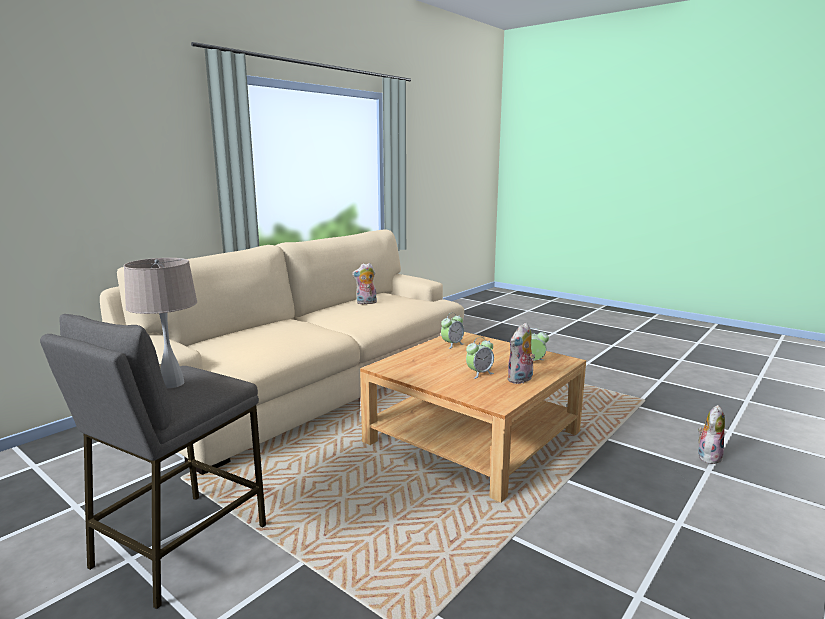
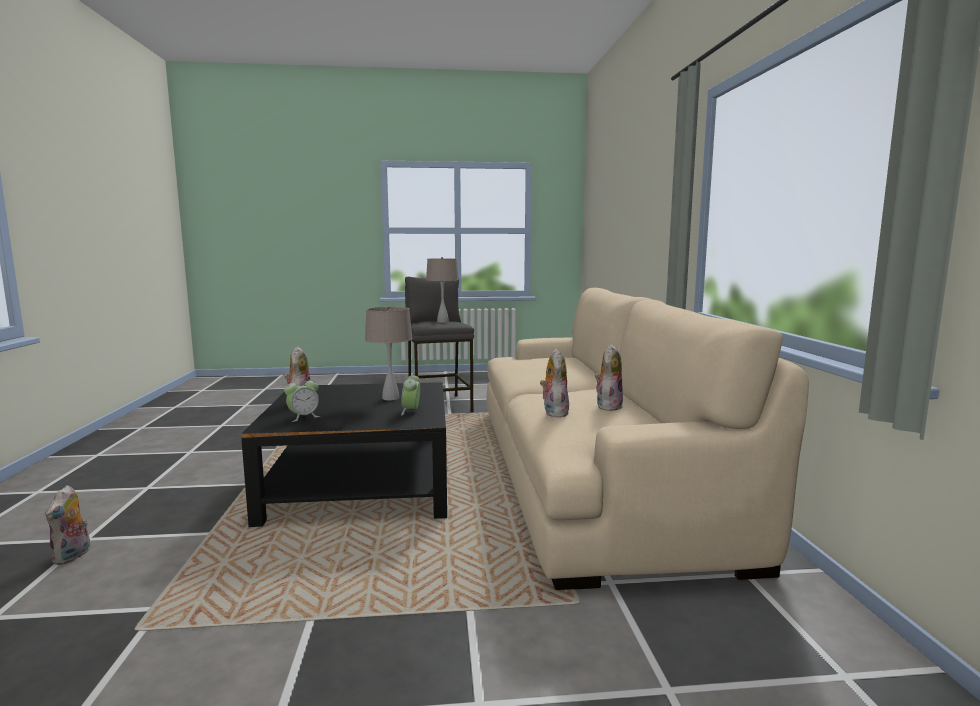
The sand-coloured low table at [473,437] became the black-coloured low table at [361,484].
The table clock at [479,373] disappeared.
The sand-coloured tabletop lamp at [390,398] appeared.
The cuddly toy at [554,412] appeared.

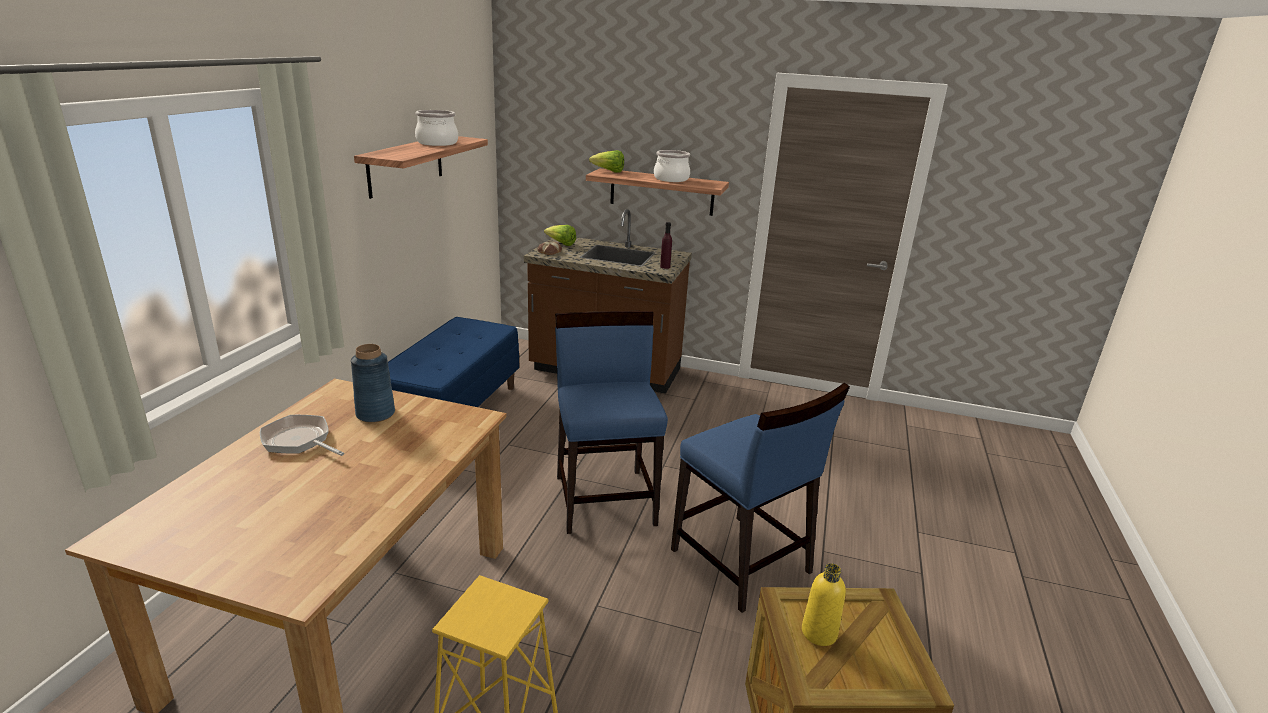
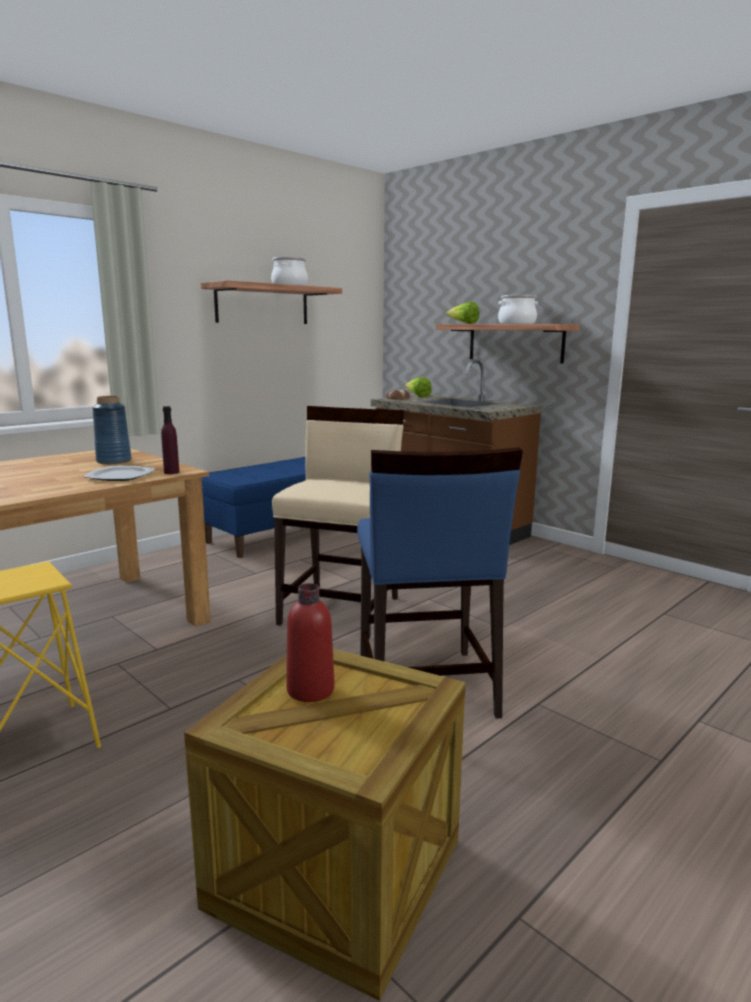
The skillet at [299,441] disappeared.
The blue plain chair at [605,499] became the sand-coloured plain chair at [341,610].
The purple-coloured beverage bottle moved from [665,267] to [171,472].
The yellow-coloured beverage bottle at [819,633] became the red beverage bottle at [310,690].
The plate at [121,476] appeared.

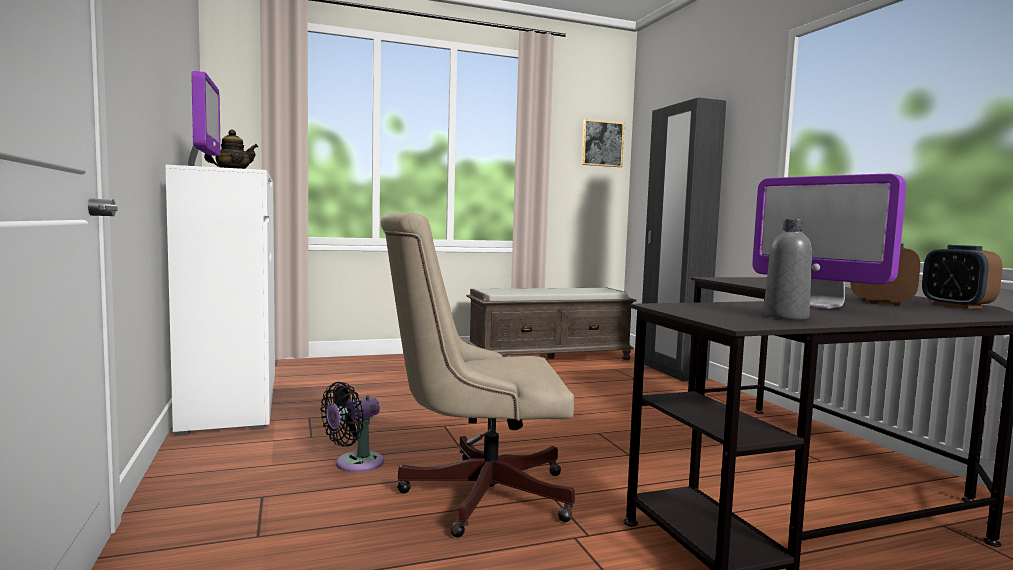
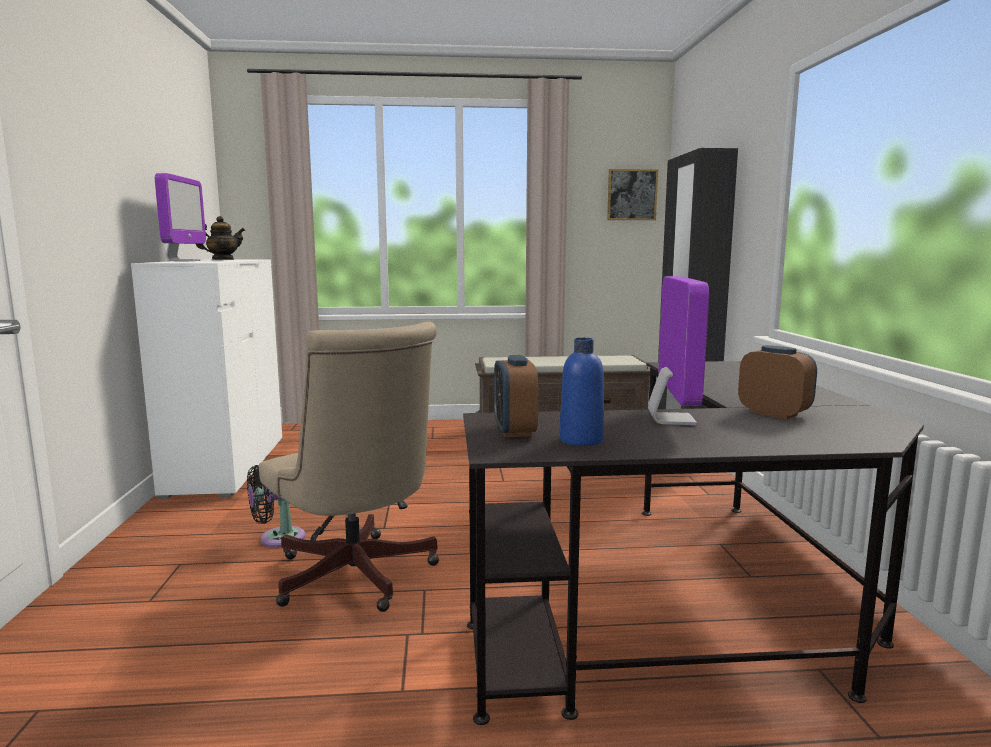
The sand-coloured desk chair at [476,493] turned 135 degrees counterclockwise.
The monitor at [818,305] turned 150 degrees counterclockwise.
The gray beverage bottle at [785,316] became the blue beverage bottle at [581,440].
The table clock moved from [957,306] to [514,431].

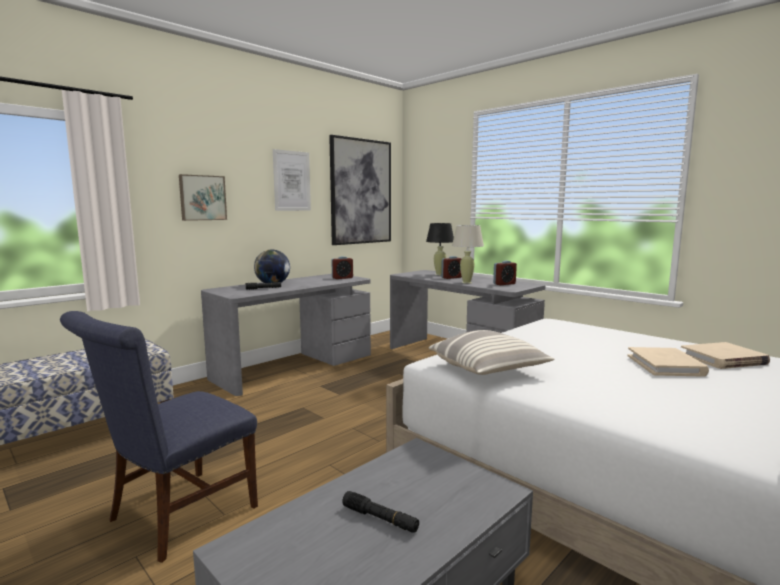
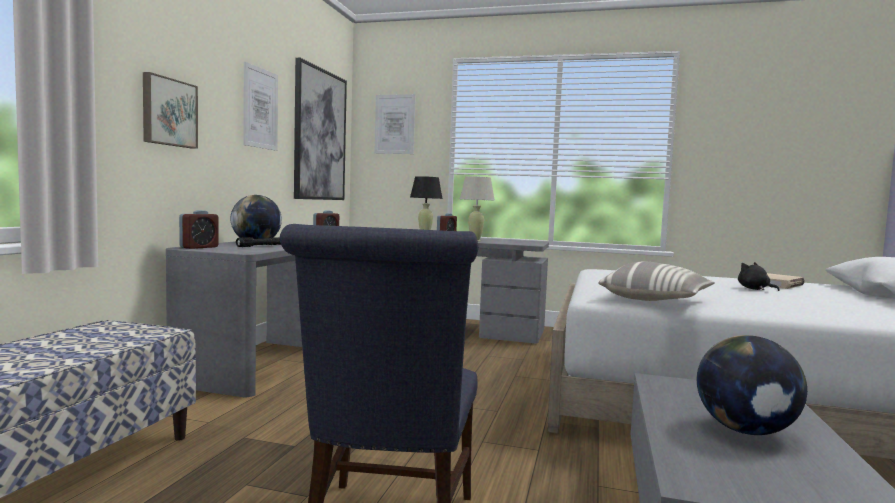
The black-coloured hand torch at [380,519] was replaced by the world globe at [745,431].
The table clock moved from [504,284] to [199,247].
The sand-coloured volume at [665,365] was replaced by the black-coloured cuddly toy at [754,289].
The wall picture at [394,124] appeared.

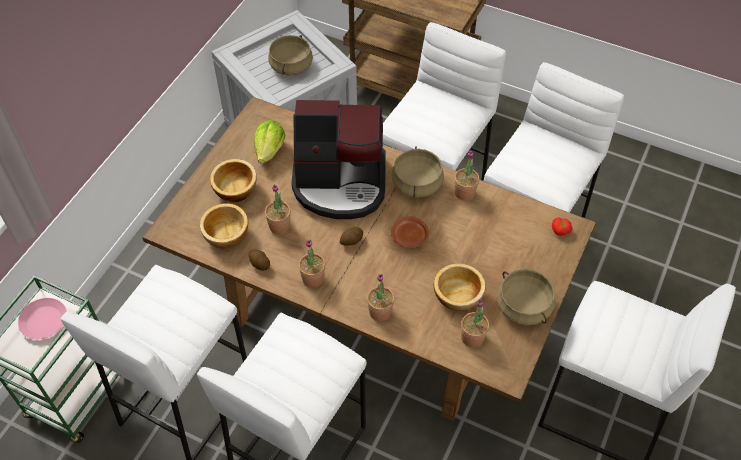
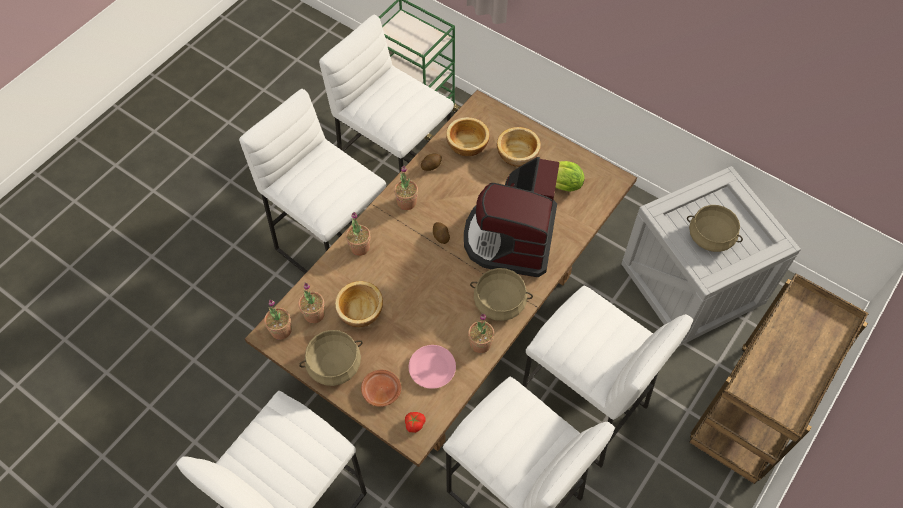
The pink-coloured plate moved from [45,321] to [432,369].
The potted plant moved from [279,226] to [281,330].
The brownish plate moved from [409,237] to [381,391].

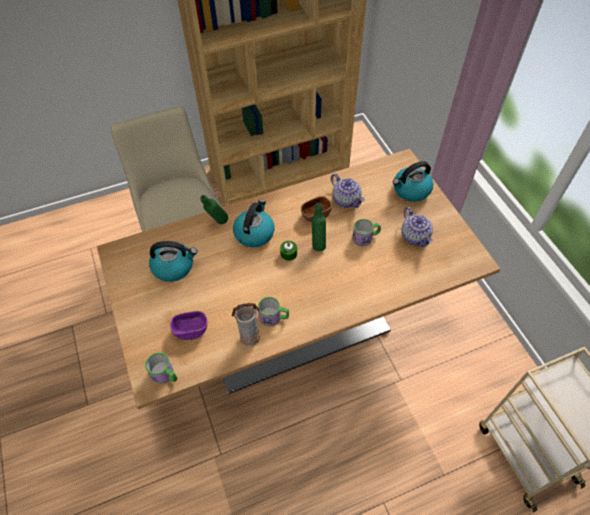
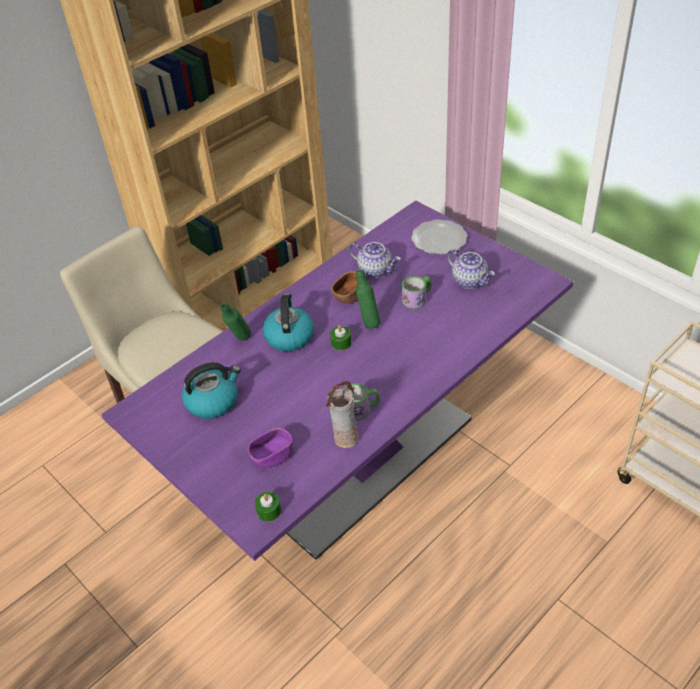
The sand-coloured dining table at [296,327] became the purple-coloured dining table at [359,456].
The coffee mug at [165,375] was replaced by the greenish candle at [269,511].
The water kettle at [411,190] was replaced by the plate at [440,239].

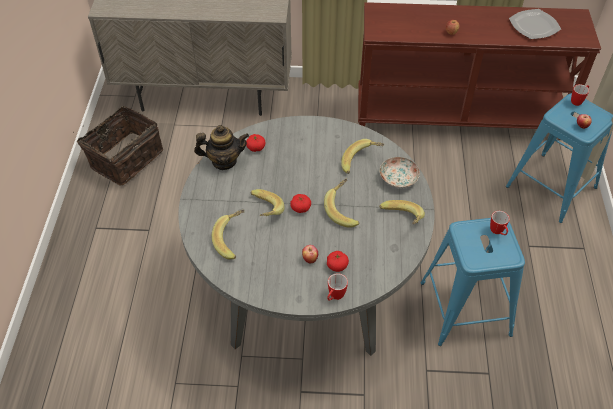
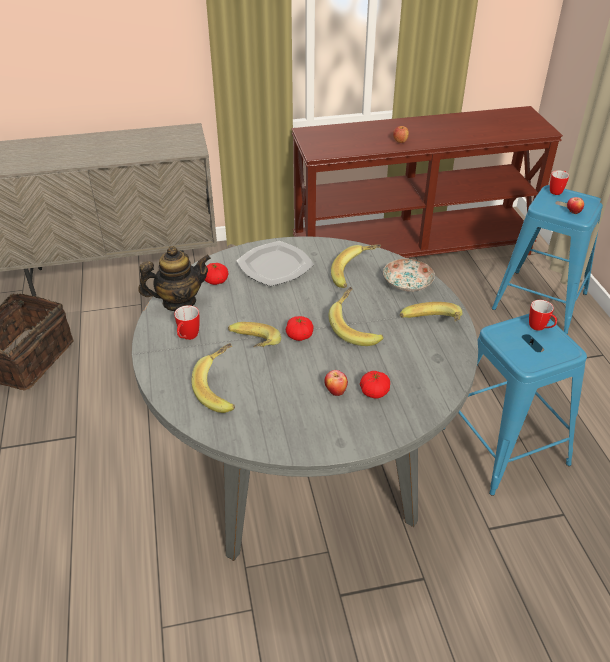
The coffee mug moved from [334,297] to [187,338].
The plate moved from [533,26] to [274,266].

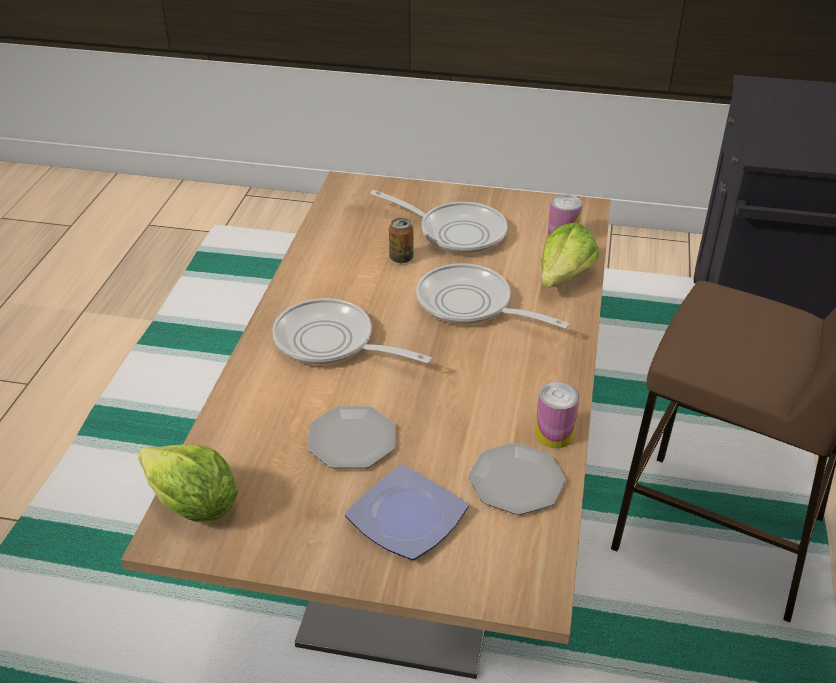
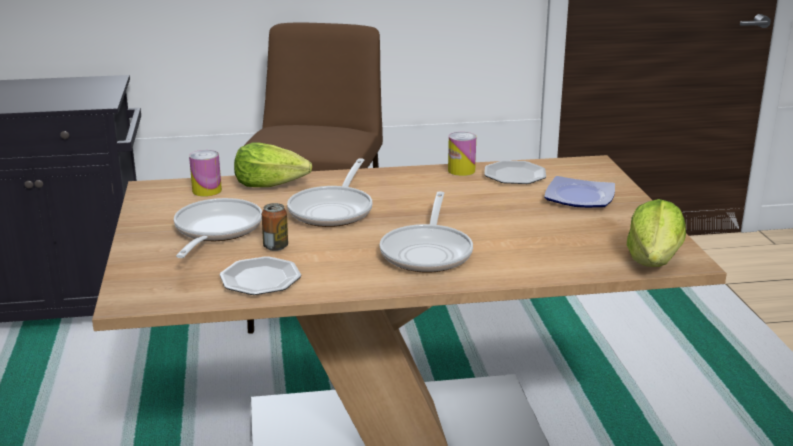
The plate moved from [352,439] to [259,279].

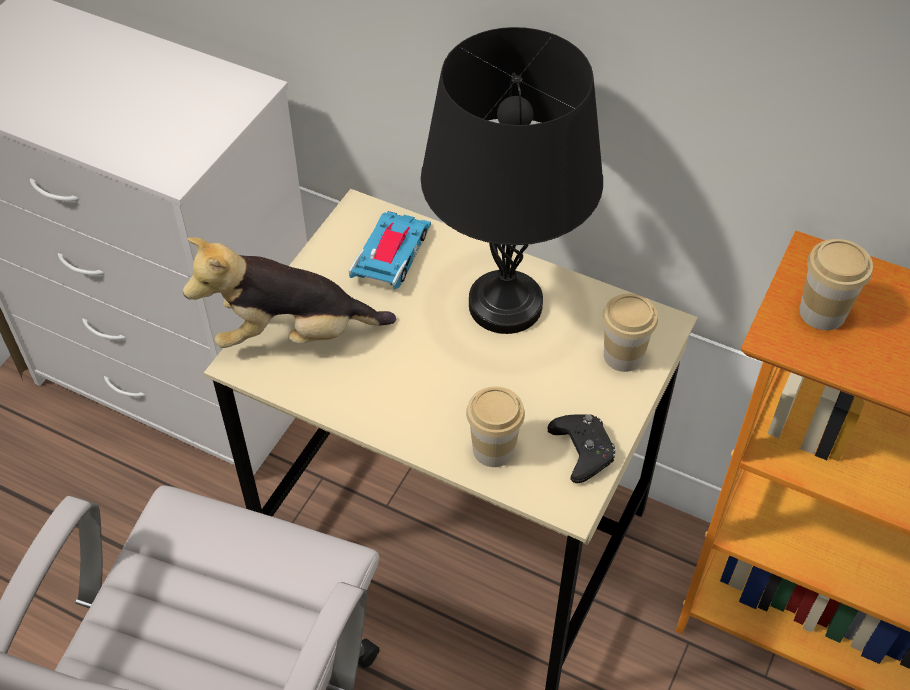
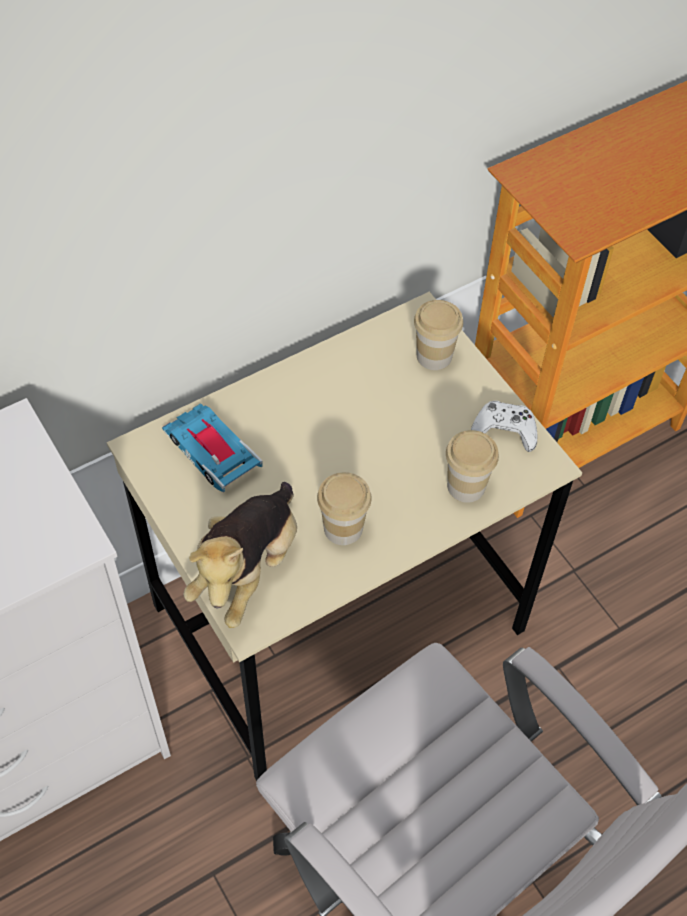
The black-coloured tabletop lamp at [505,305] disappeared.
The black-coloured joypad at [582,450] became the white joypad at [504,430].
The drinking cup moved from [822,312] to [343,528].

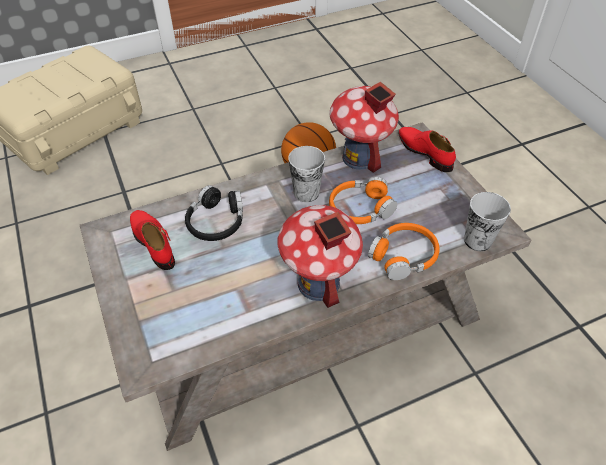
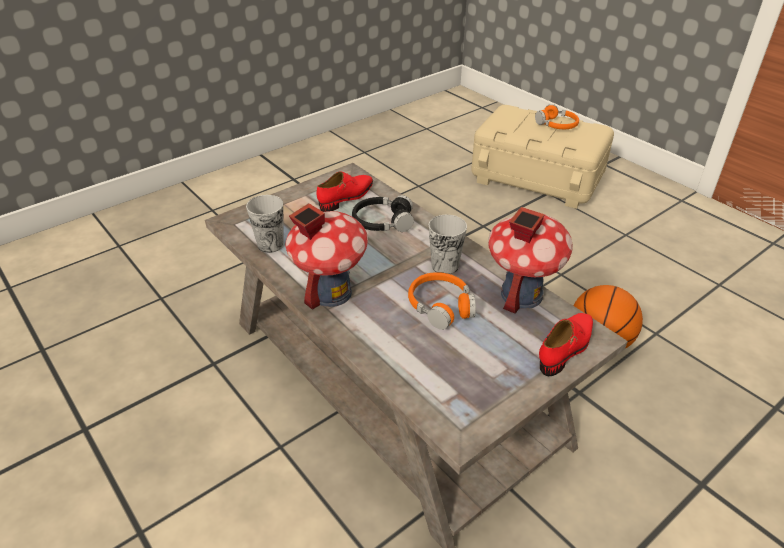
The orange-coloured headset moved from [403,256] to [556,125].
The drinking cup moved from [477,240] to [270,245].

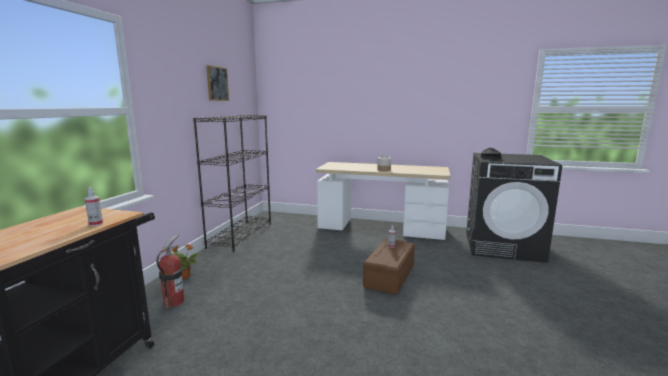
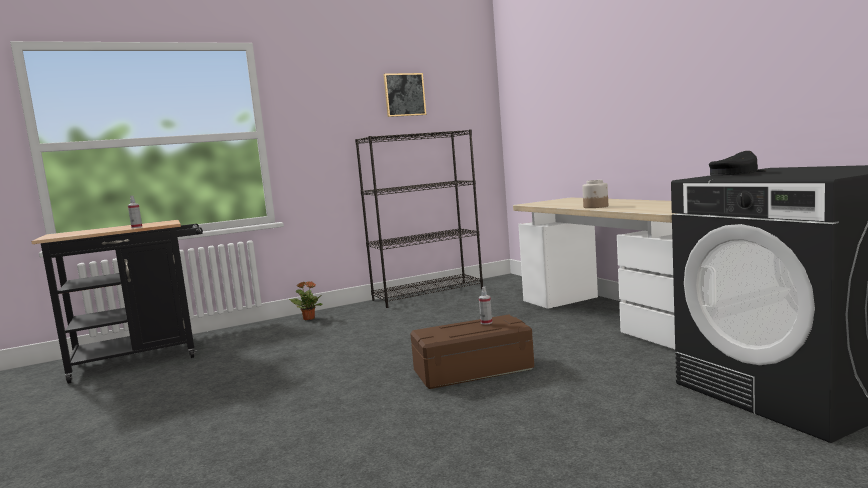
The extinguisher at [174,302] disappeared.

